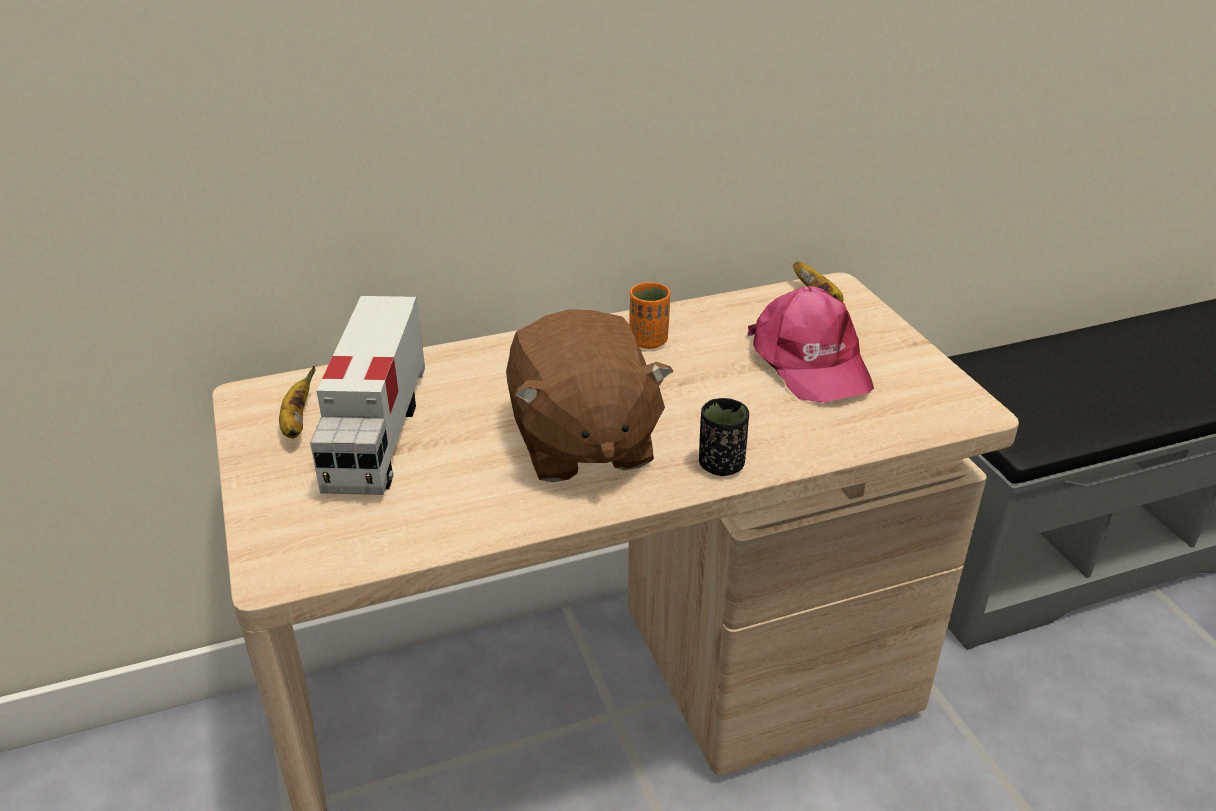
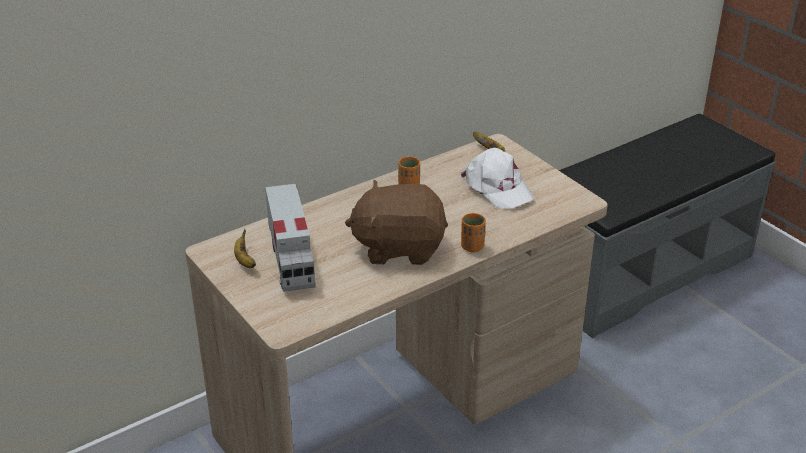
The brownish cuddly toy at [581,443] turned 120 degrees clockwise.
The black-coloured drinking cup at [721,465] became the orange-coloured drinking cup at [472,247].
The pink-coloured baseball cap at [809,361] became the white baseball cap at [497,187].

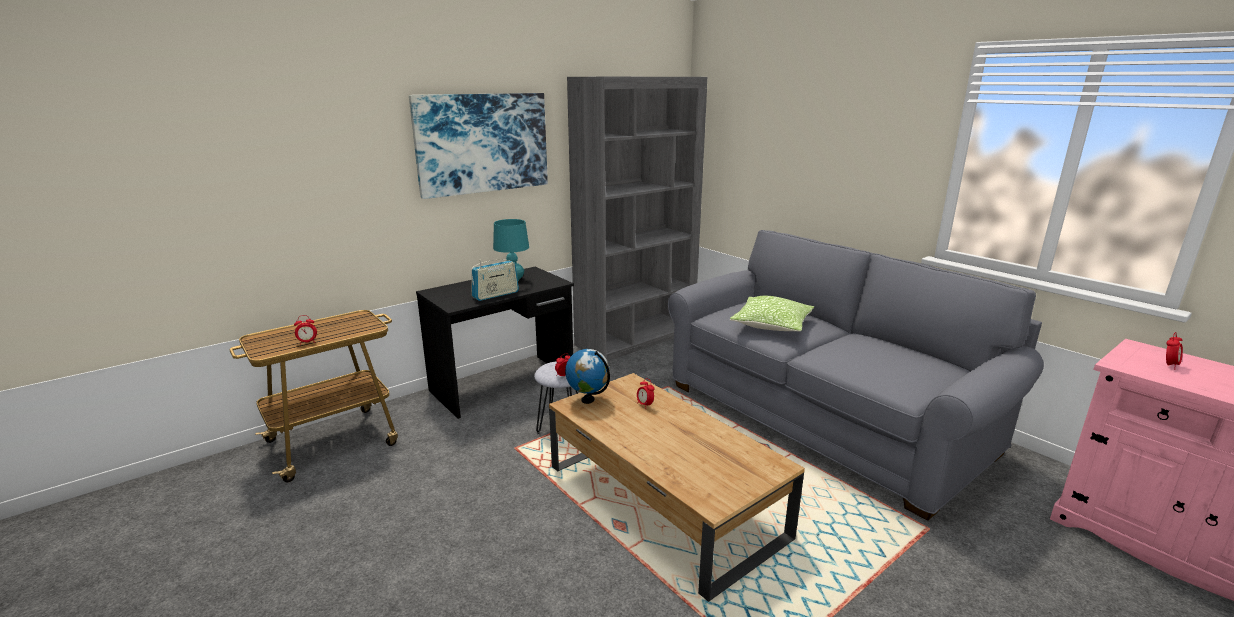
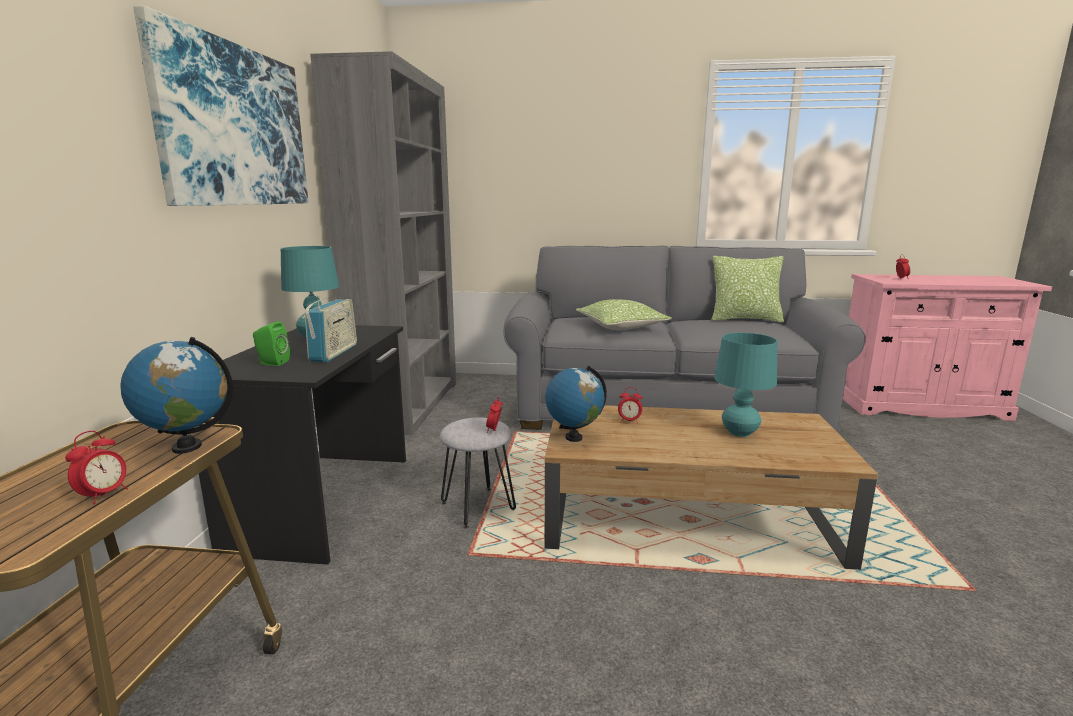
The world globe at [187,447] appeared.
The greenish loudspeaker at [271,363] appeared.
The throw pillow at [744,319] appeared.
The turquoise tabletop lamp at [739,432] appeared.

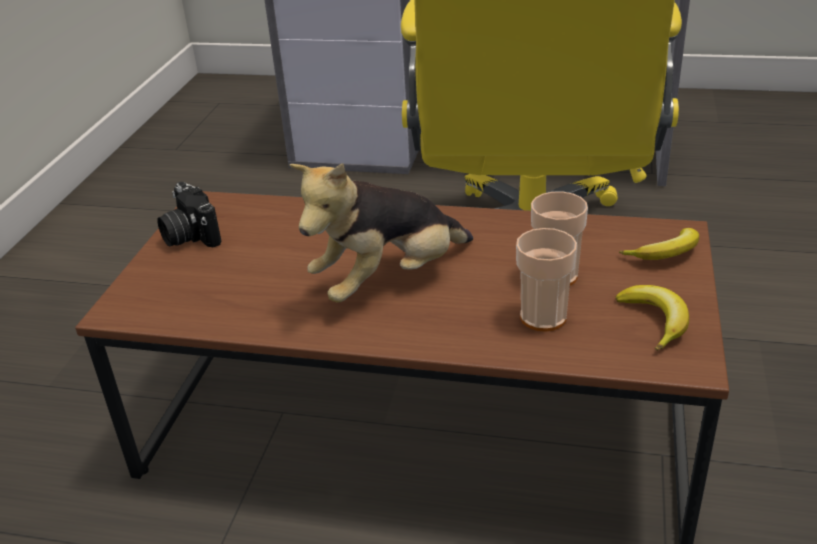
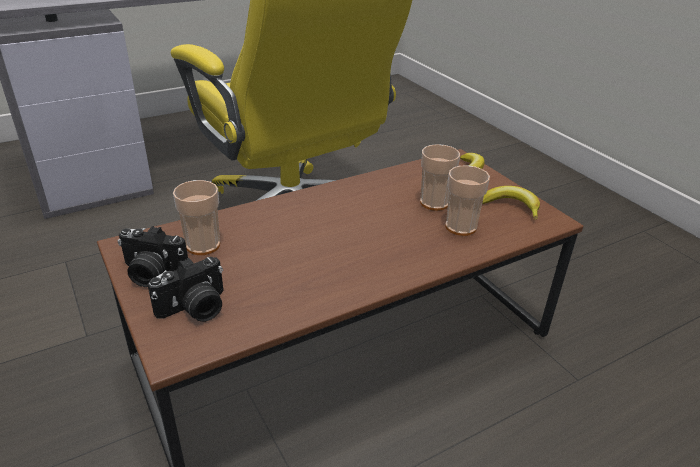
The cuddly toy at [388,280] disappeared.
The photo camera at [195,309] appeared.
The drinking cup at [203,245] appeared.

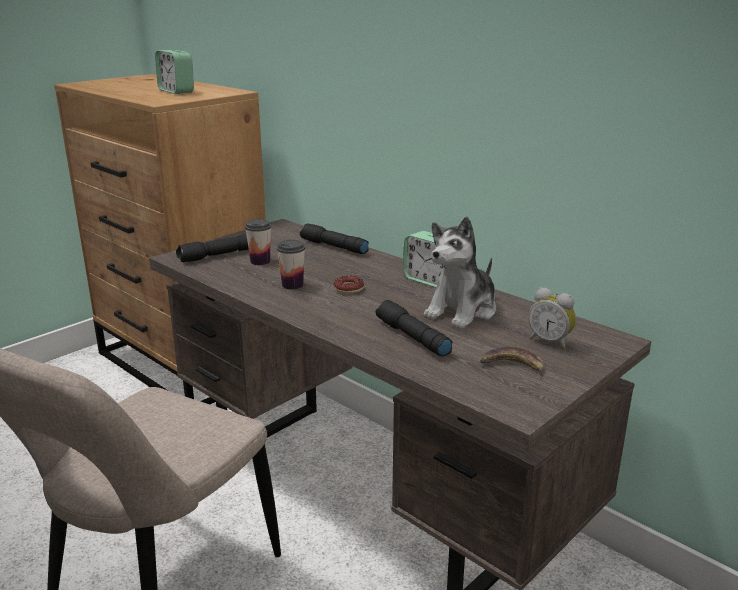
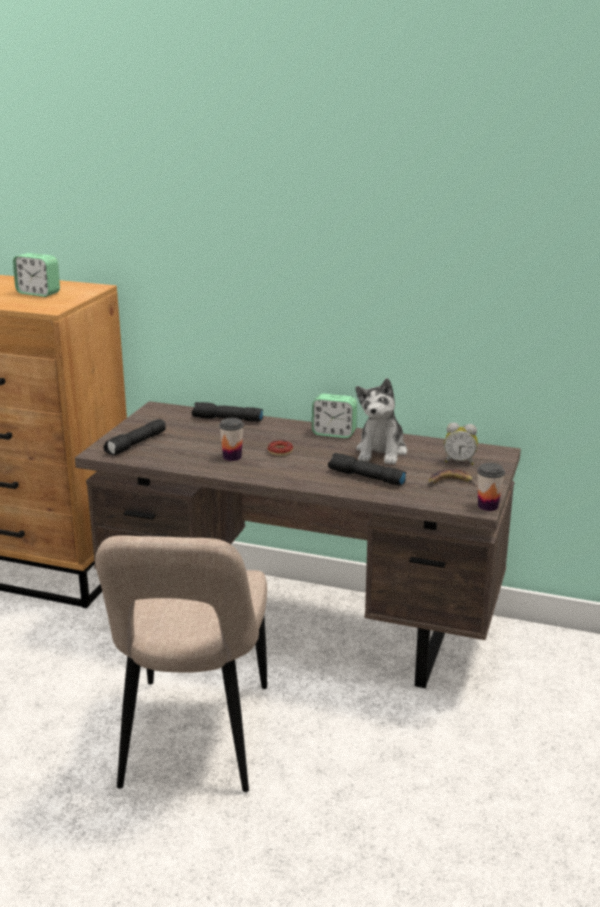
The drinking cup moved from [260,261] to [488,506].

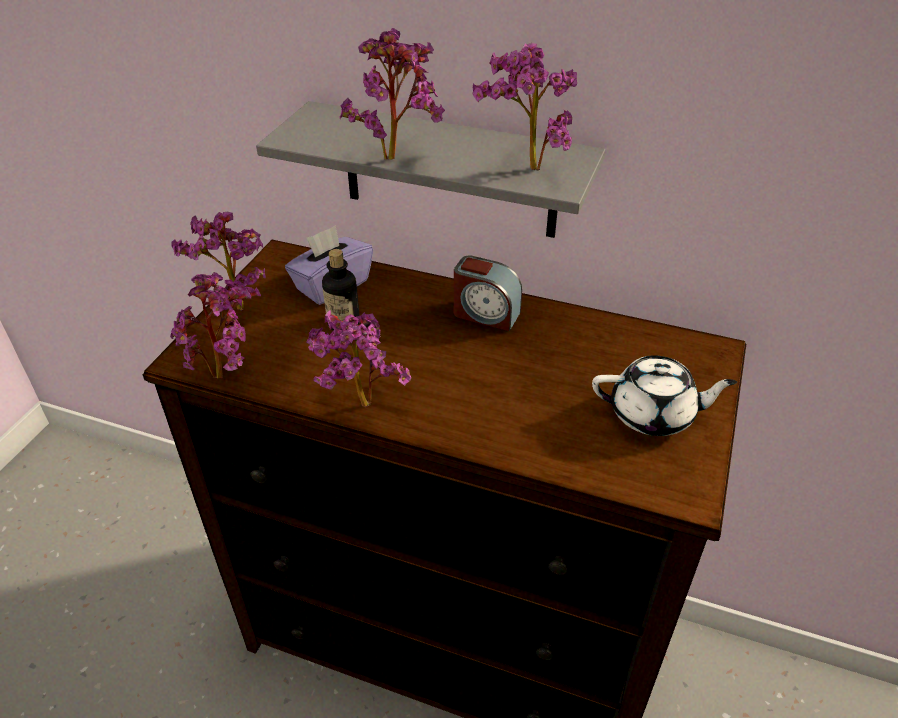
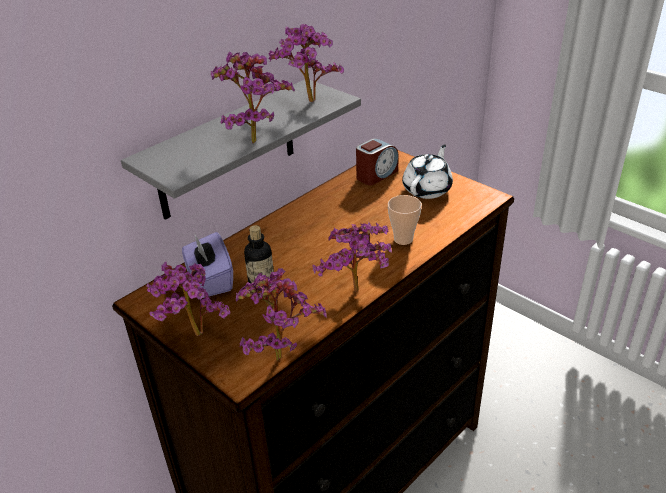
The table clock moved from [485,314] to [376,175].
The drinking cup at [403,239] appeared.

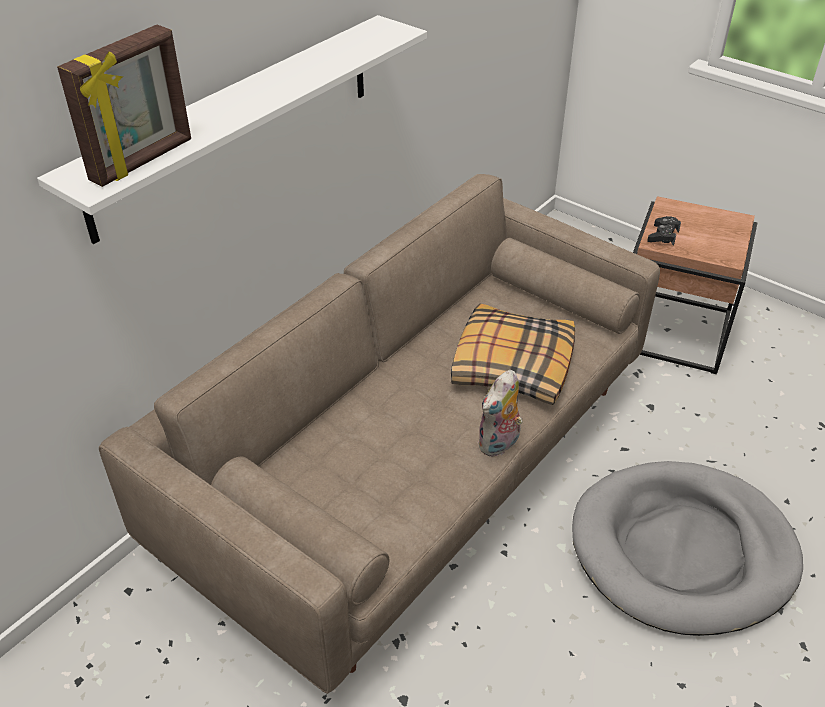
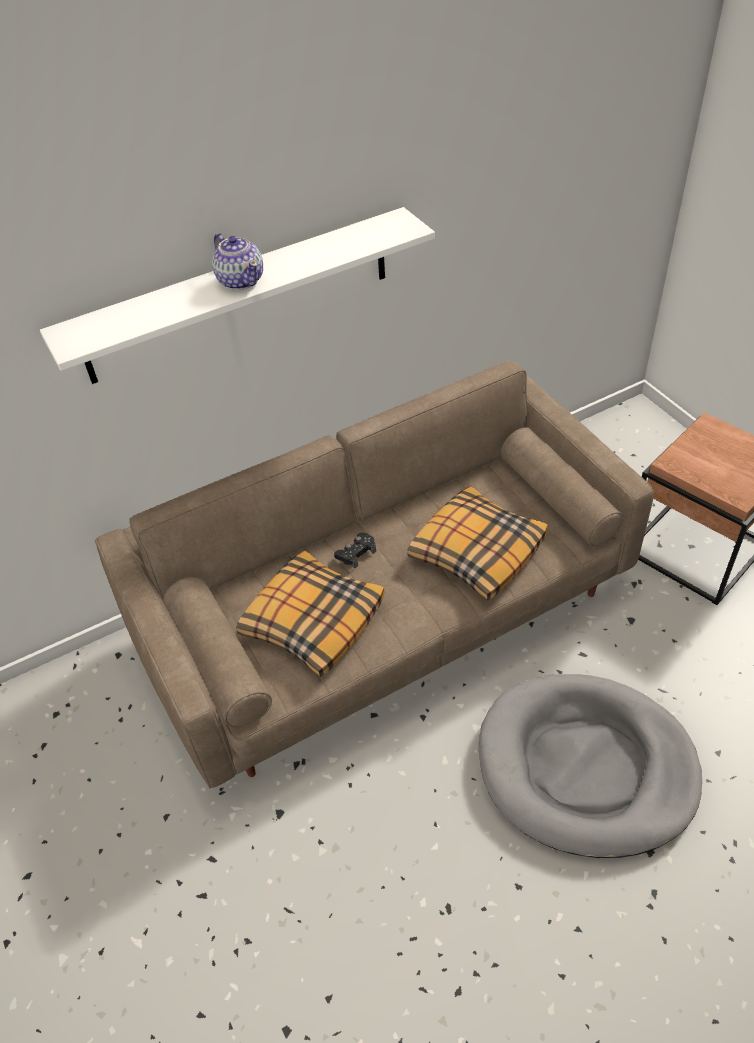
The standing frame at [143,161] disappeared.
The cuddly toy at [499,444] disappeared.
The black-coloured joypad moved from [663,235] to [356,553].
The tea pot at [241,280] appeared.
The throw pillow at [312,621] appeared.

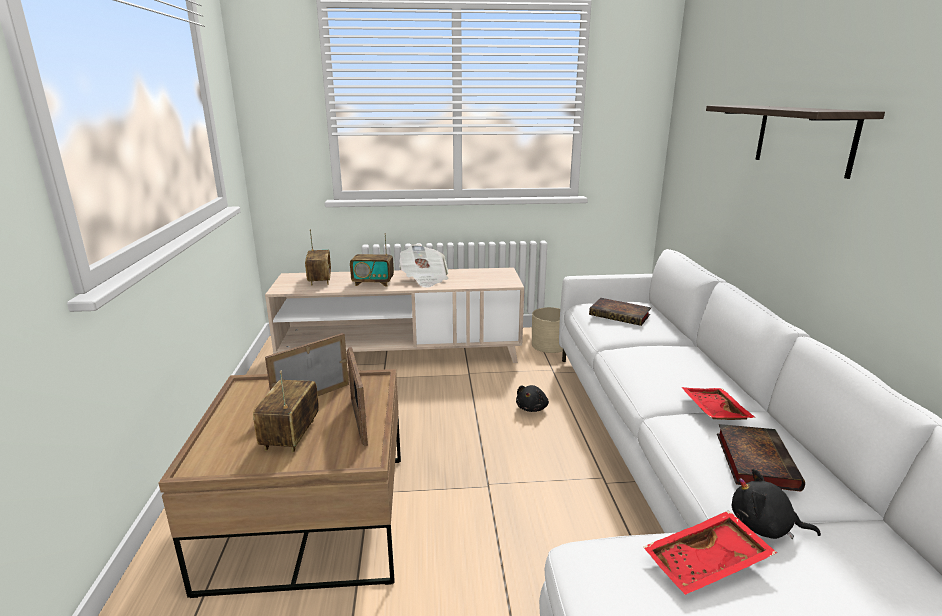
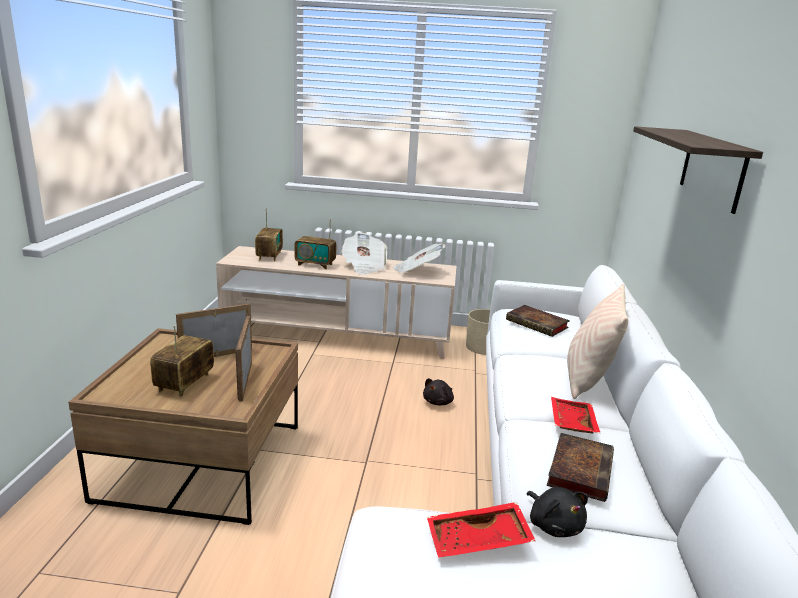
The black-coloured cuddly toy at [764,527] turned 150 degrees counterclockwise.
The newspaper at [417,271] appeared.
The sand-coloured throw pillow at [587,380] appeared.

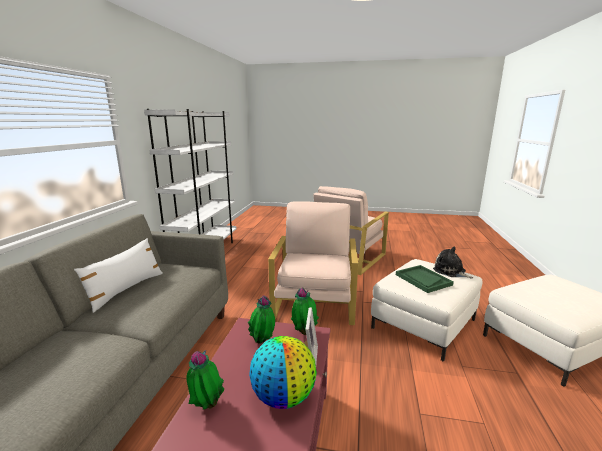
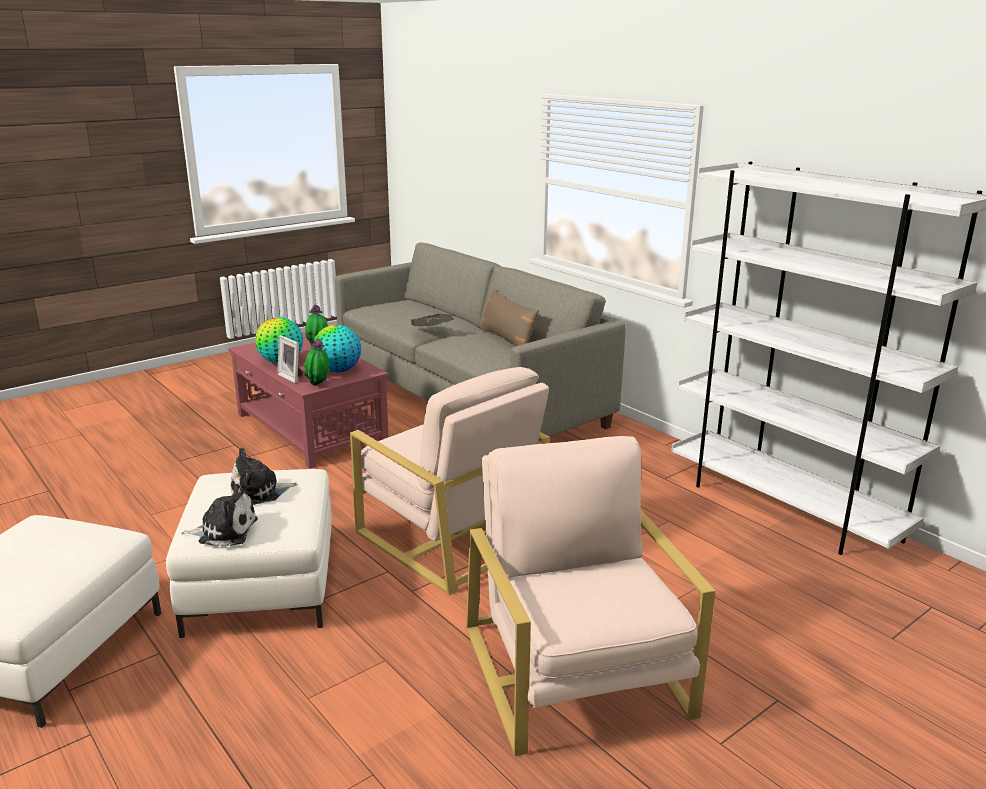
The white throw pillow at [126,289] became the brownish throw pillow at [507,340].
The potted plant at [263,342] was replaced by the world globe at [338,371].
The greenish carrying tray at [423,280] was replaced by the cuddly toy at [259,492].
The newspaper at [432,332] appeared.

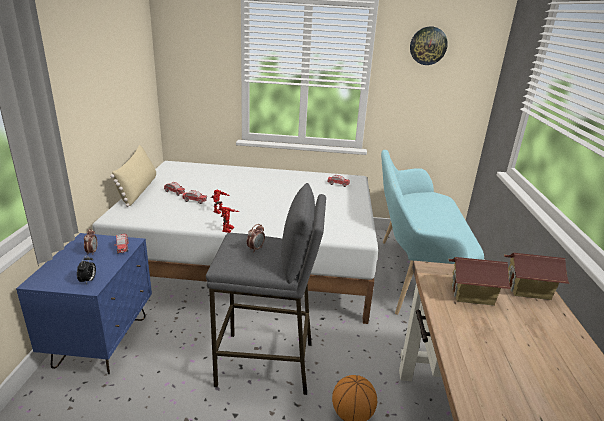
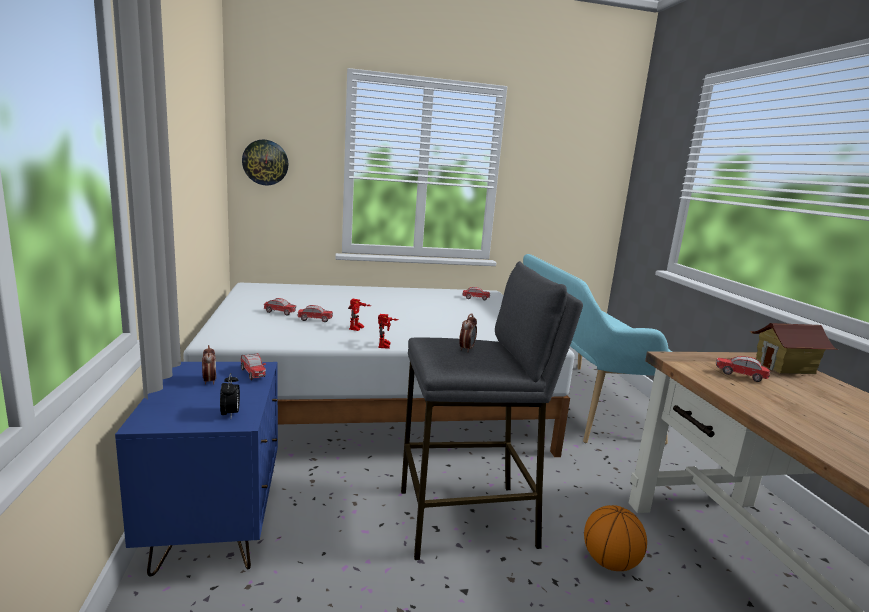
The sand-coloured throw pillow at [138,190] disappeared.
The clock on the wall moved from [428,46] to [265,162].
The toy house at [472,295] was replaced by the toy car at [740,376].

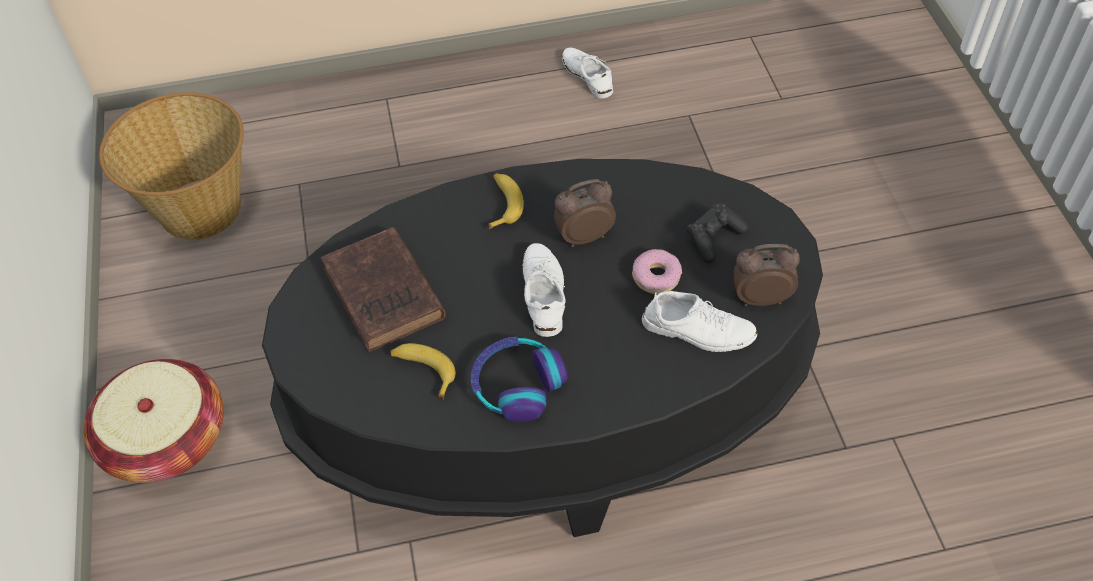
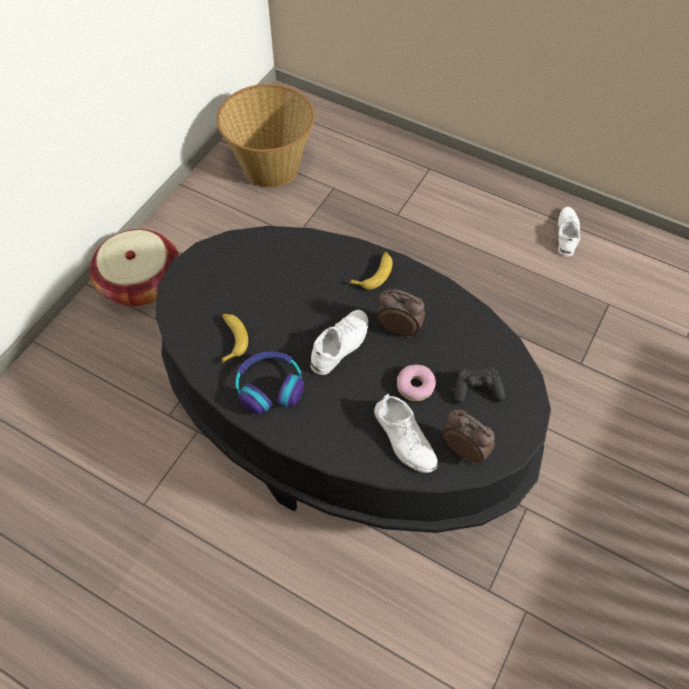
The brownish volume at [385,296] disappeared.

